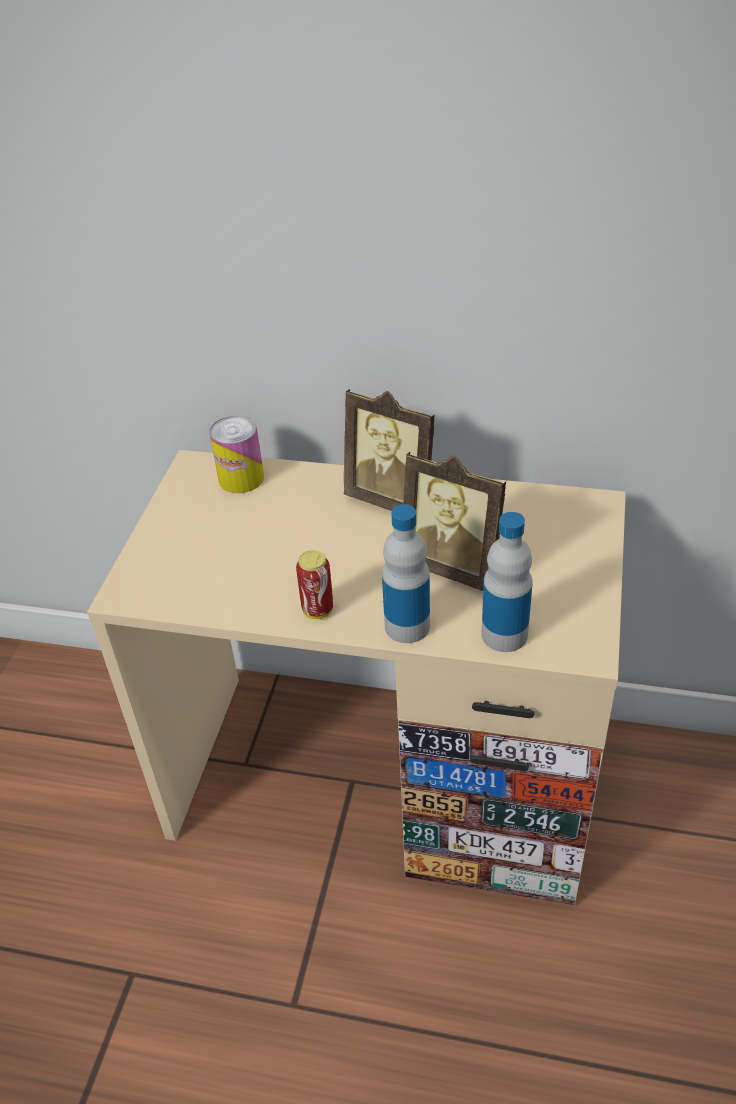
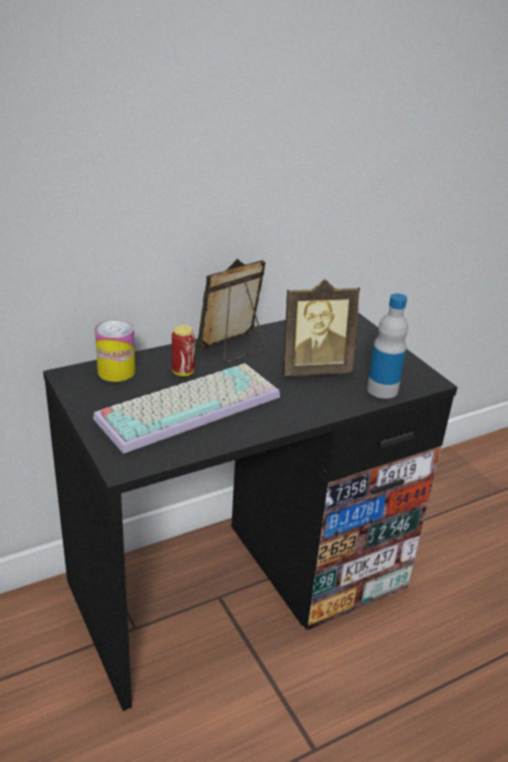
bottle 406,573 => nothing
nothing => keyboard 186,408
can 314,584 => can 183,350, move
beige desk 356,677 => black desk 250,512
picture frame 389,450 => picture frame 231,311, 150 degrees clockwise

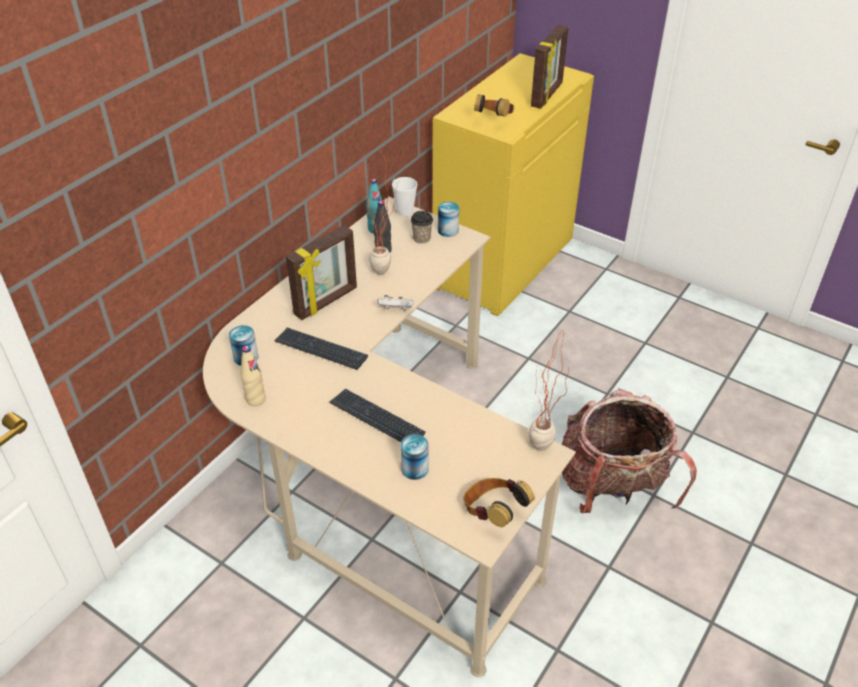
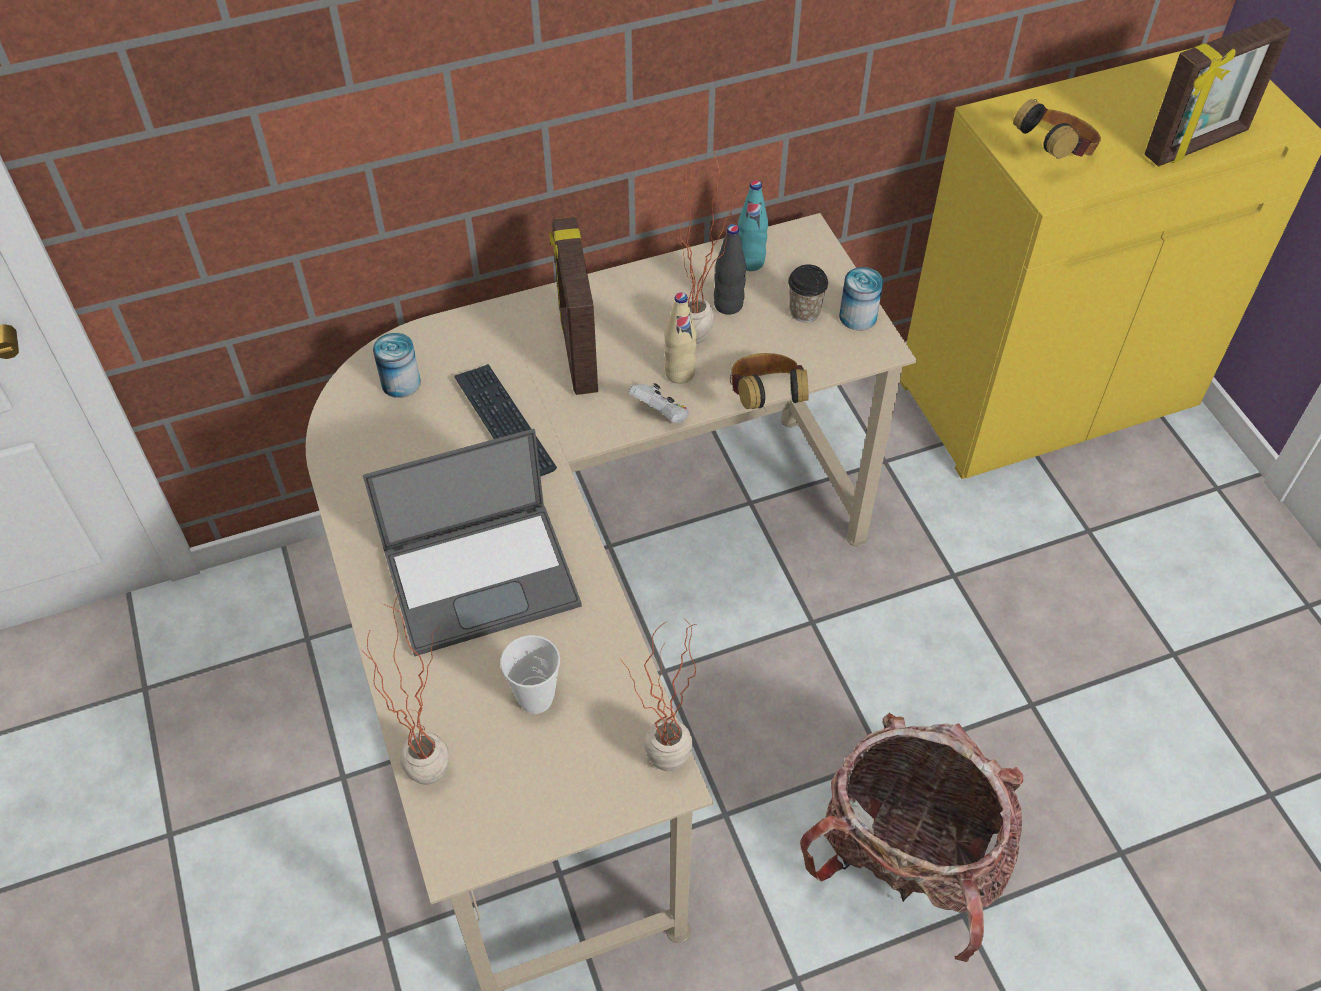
can 414,457 => nothing
nothing => potted plant 405,689
beige bottle 253,376 => beige bottle 680,338, move
cup 404,197 => cup 530,674, move
headphones 499,502 => headphones 769,381, move
keyboard 378,415 => laptop 472,543
picture frame 321,272 => picture frame 573,306, 90 degrees clockwise

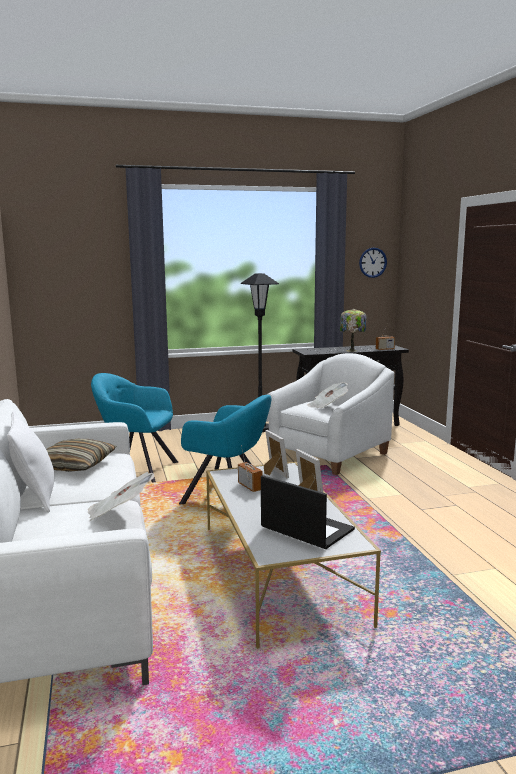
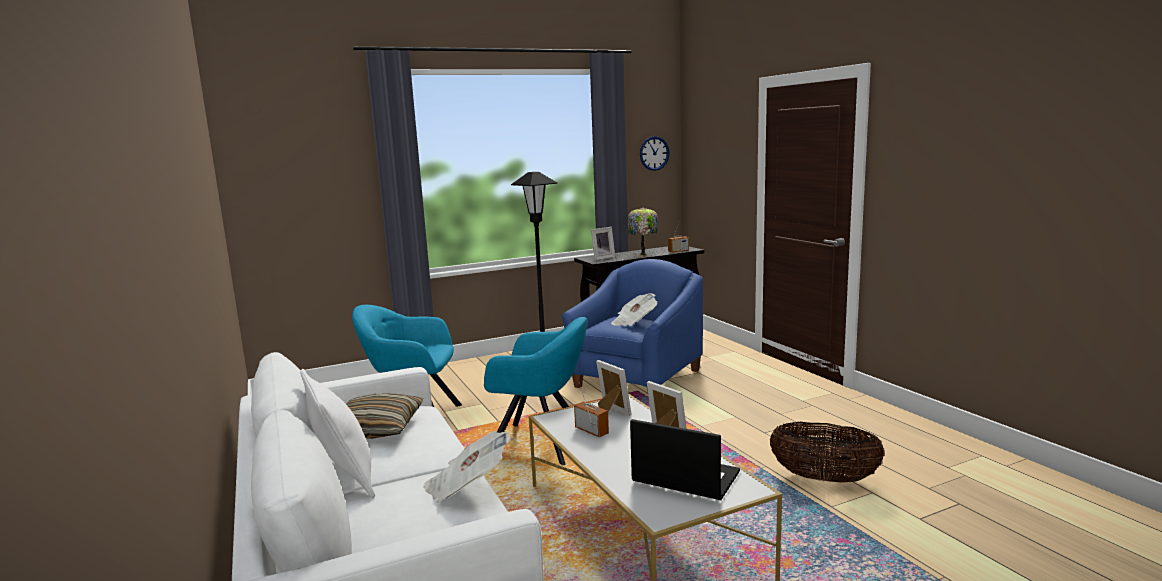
nothing => picture frame 603,243
nothing => basket 827,452
white armchair 330,414 => blue armchair 632,328

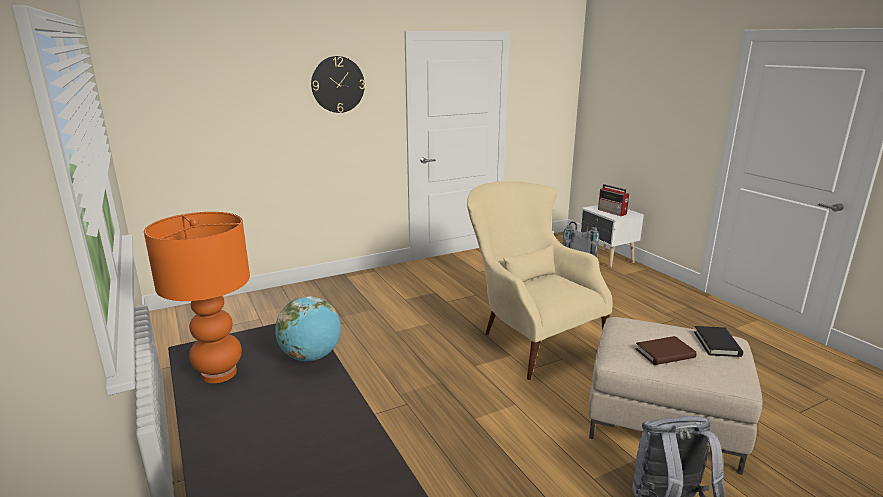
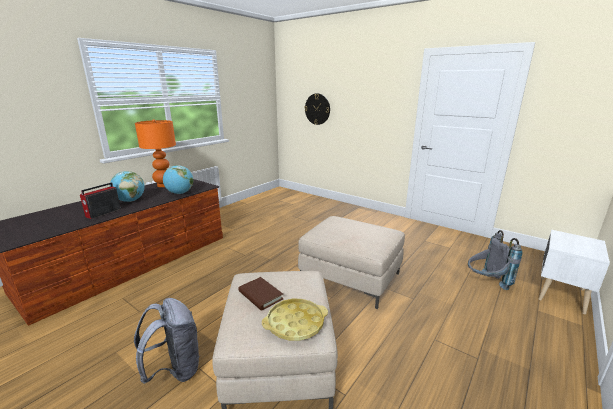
nothing => globe 127,186
wall clock 338,84 => wall clock 317,109, move
radio 613,200 => radio 100,200, move
beige armchair 540,280 => beige ottoman 351,262
black book 718,341 => yellow tray 295,320

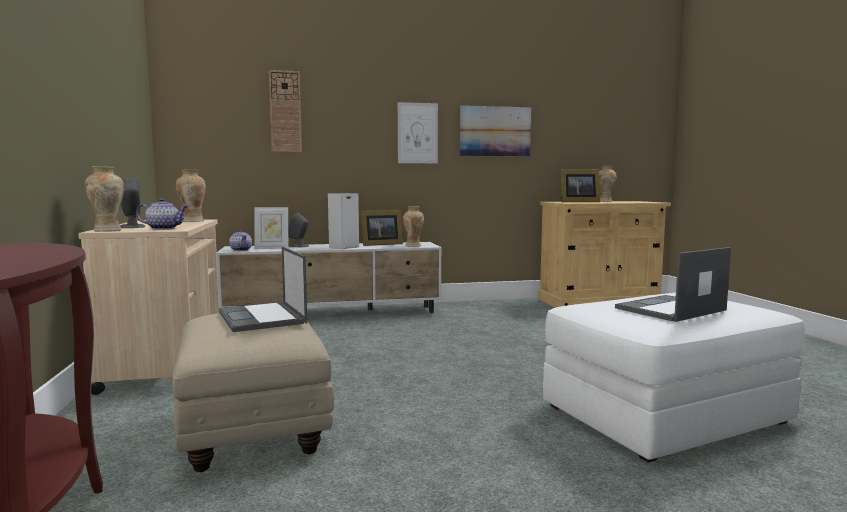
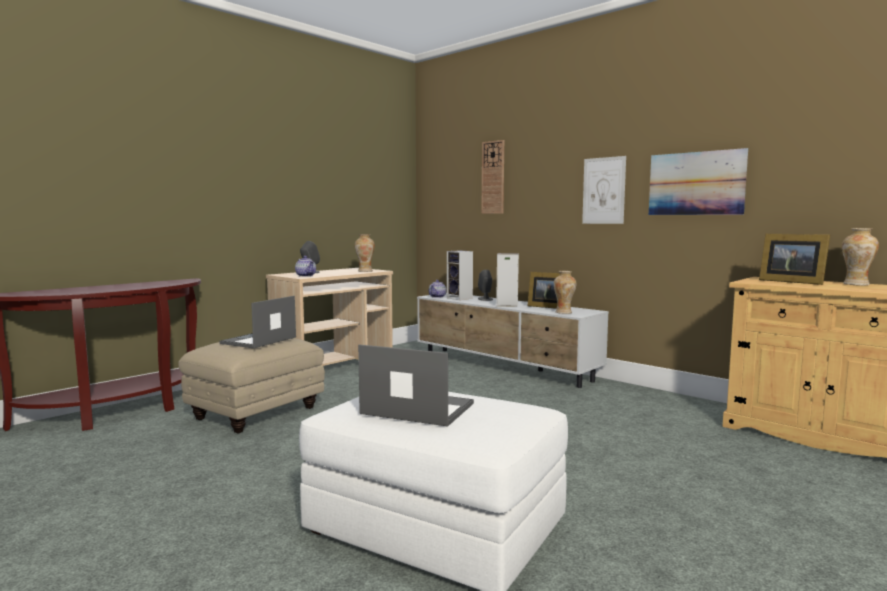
vase 104,199 => nothing
picture frame 271,228 => speaker 460,275

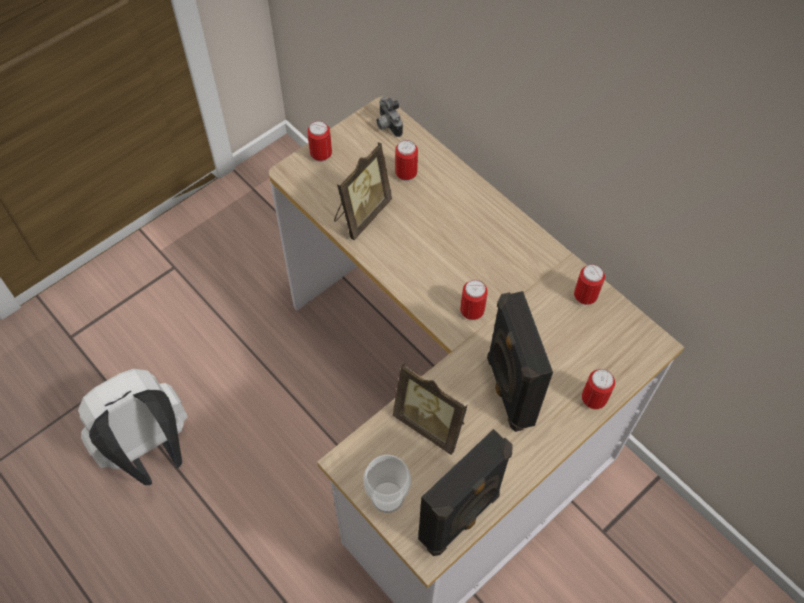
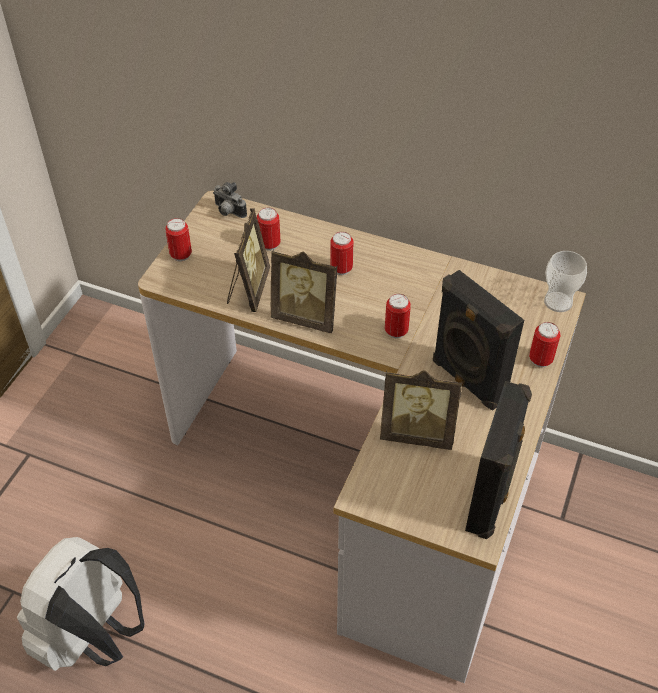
nothing => picture frame 304,291
cup 387,484 => cup 565,281, move
can 589,284 => can 341,253, move

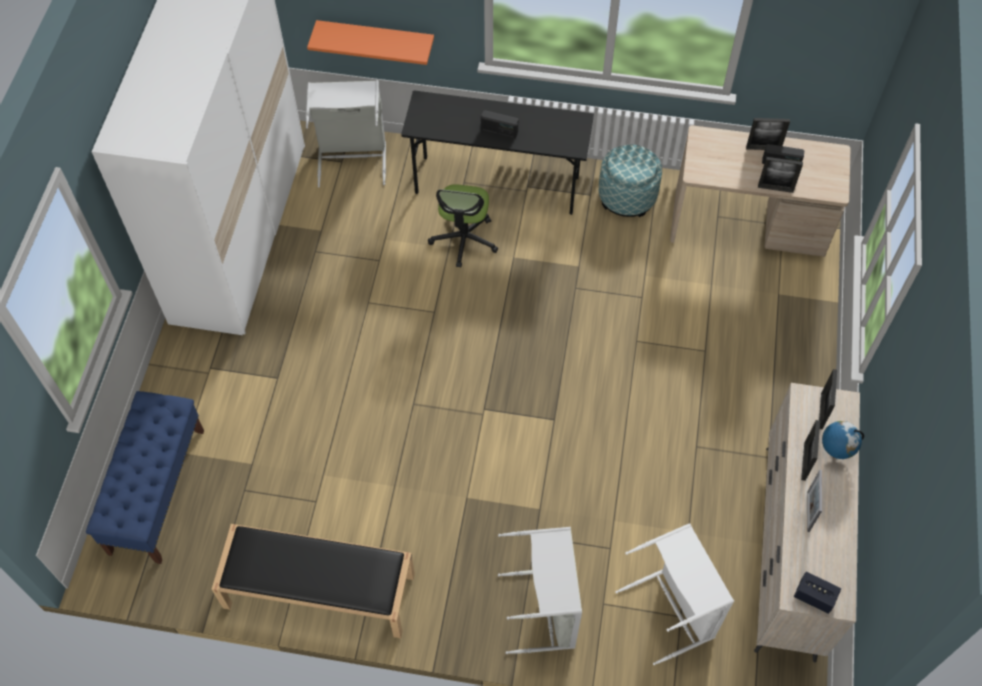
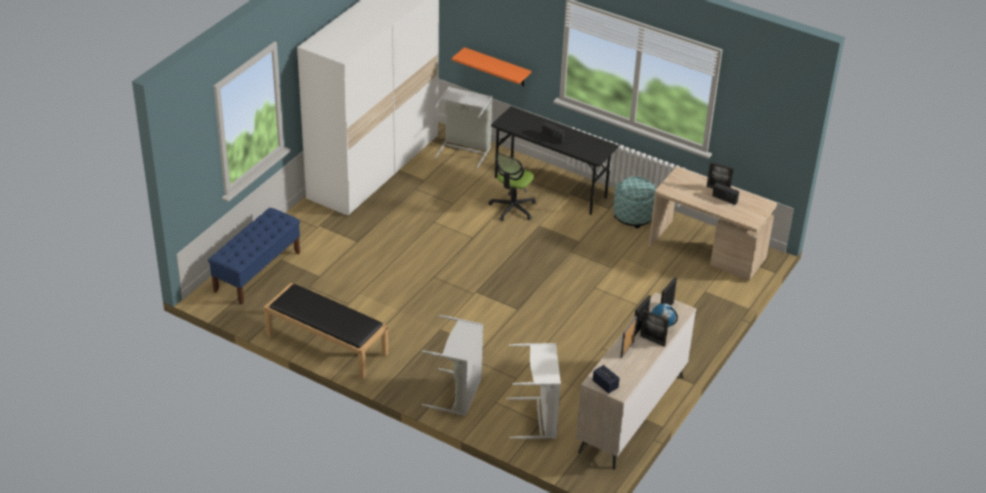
picture frame 780,175 => picture frame 654,328, move

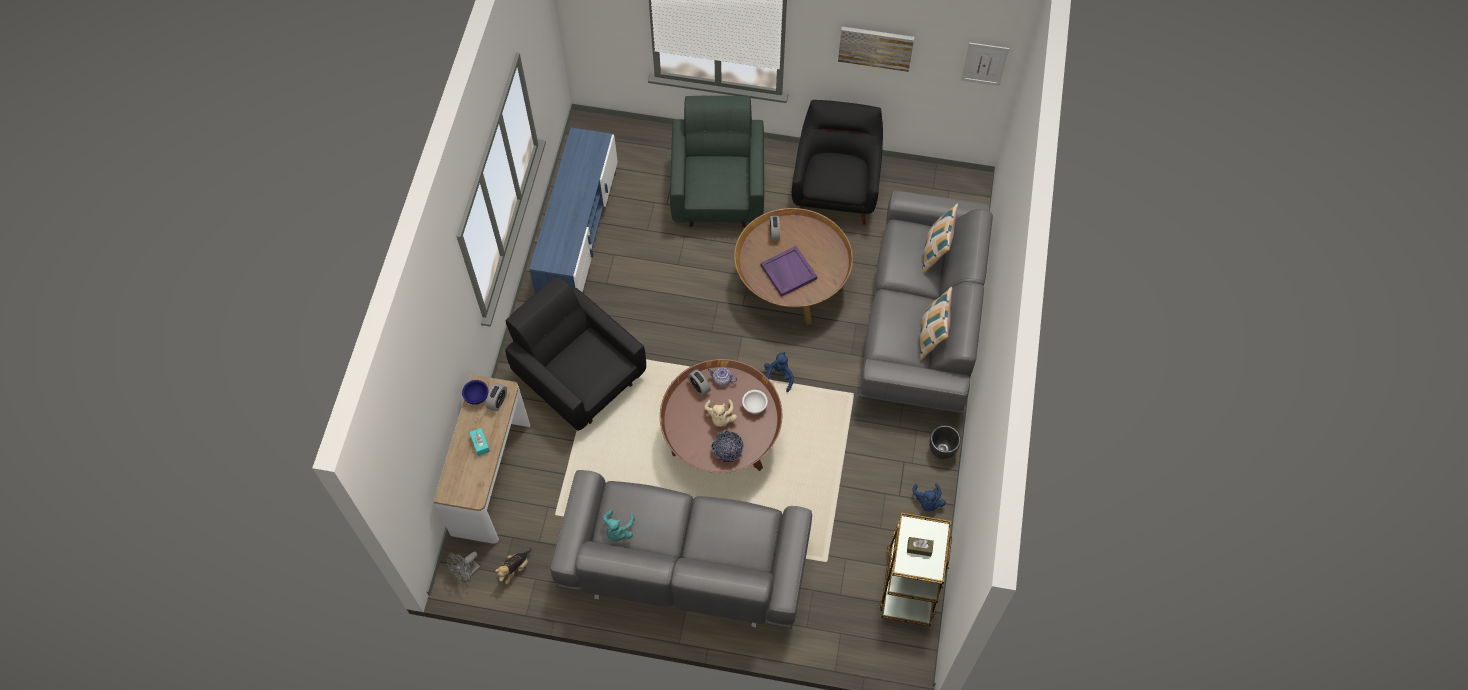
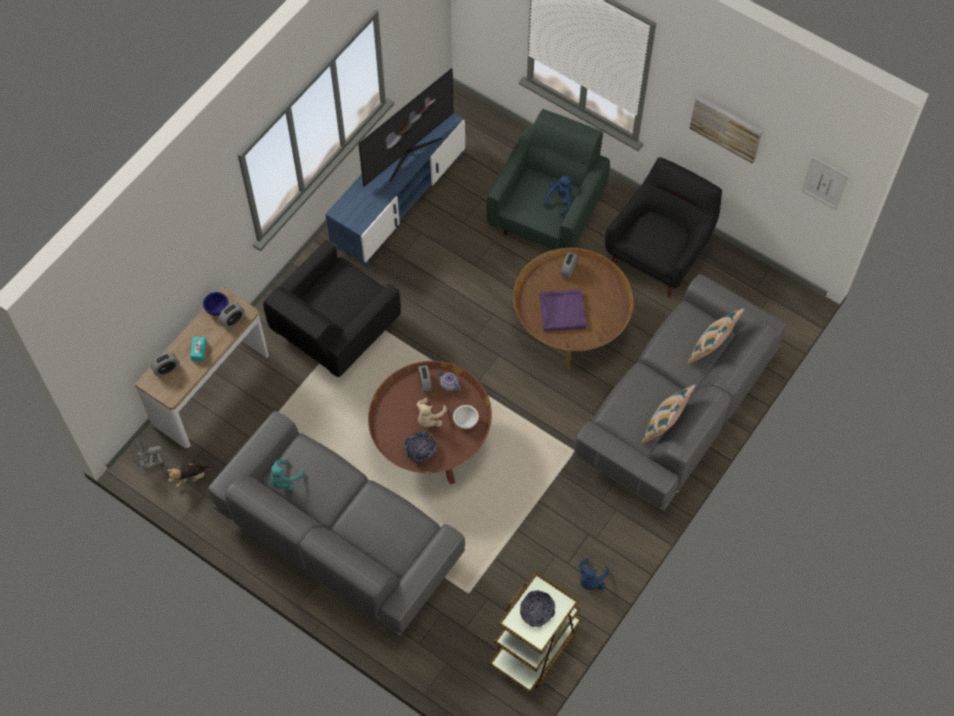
black planter 945,442 => nothing
nothing => alarm clock 165,364
nothing => television 406,127
blue plush toy 779,372 => blue plush toy 557,195, move
brown tissue box 920,546 => bowl 537,608
black armchair 575,353 => black armchair 332,308, 120 degrees counterclockwise

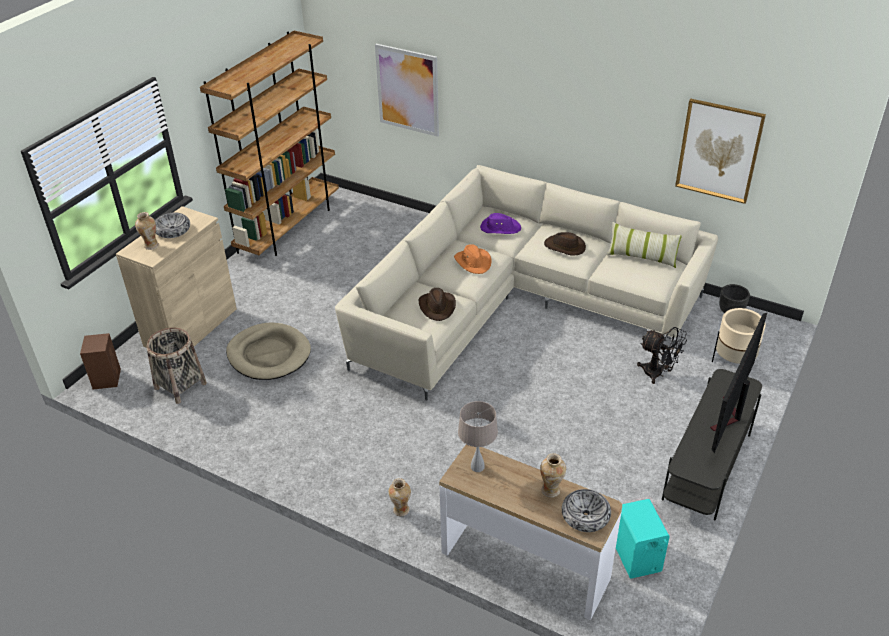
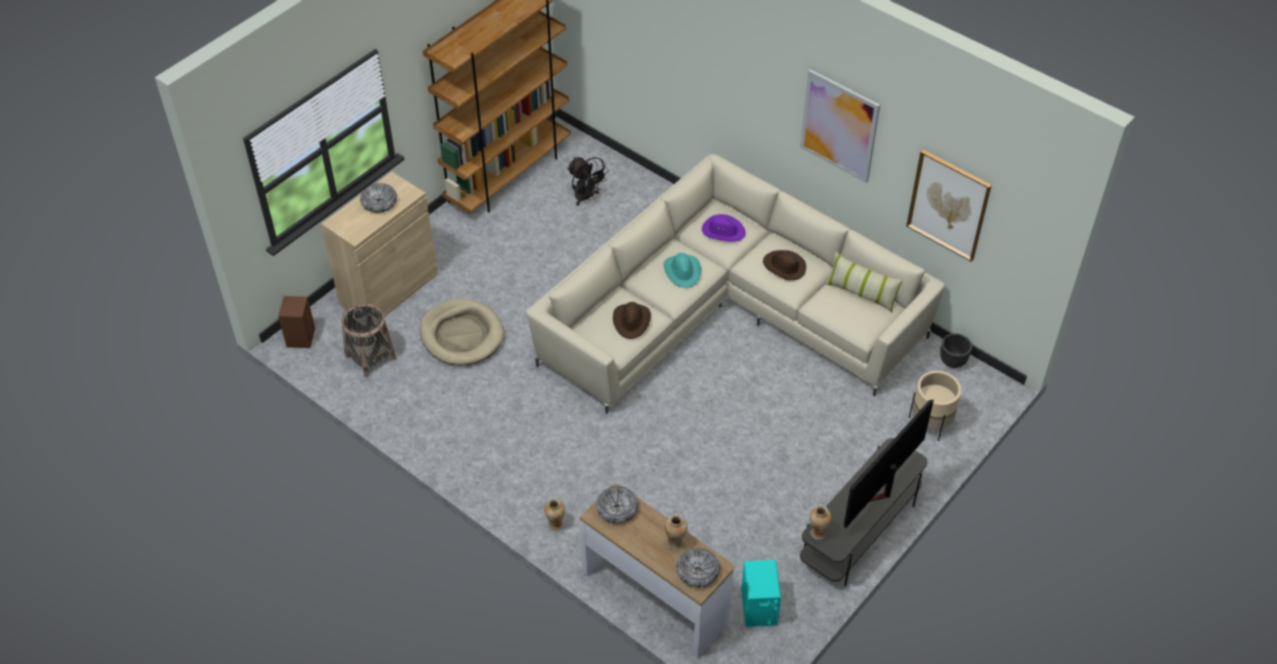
vase 147,231 => vase 820,522, move
picture 407,90 => picture 840,126, move
black fan 662,355 => black fan 588,181, move
beige table lamp 478,436 => bowl 617,505
orange hat 472,259 => turquoise hat 682,270

